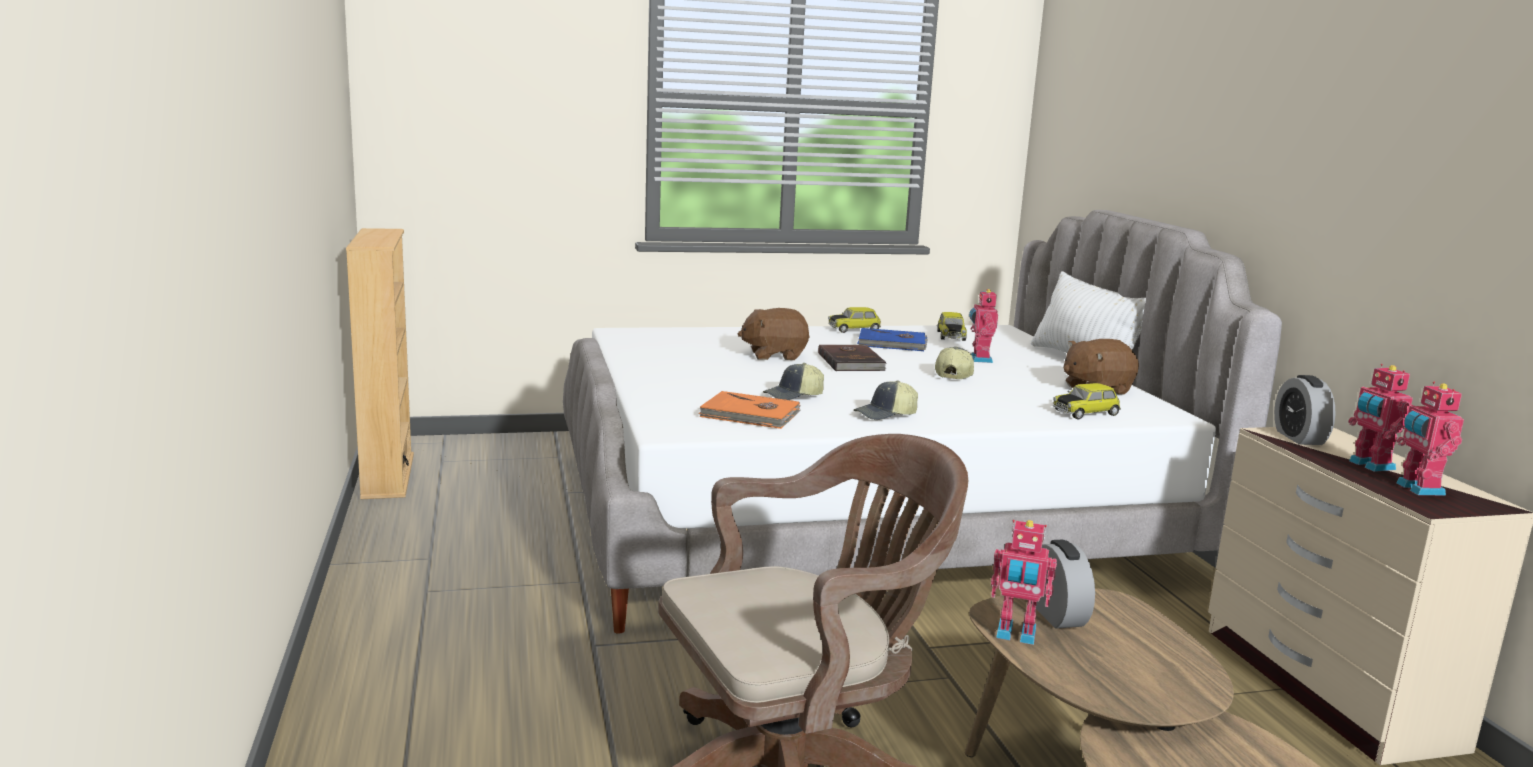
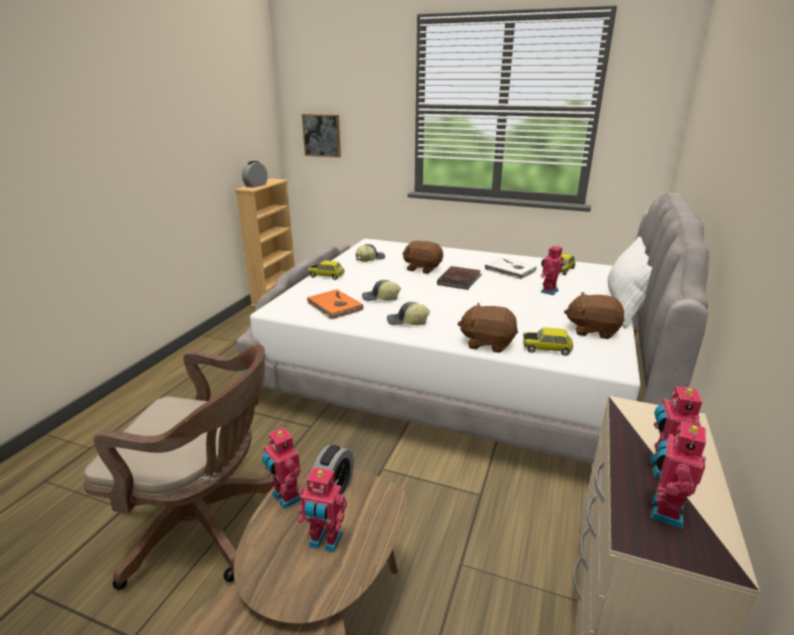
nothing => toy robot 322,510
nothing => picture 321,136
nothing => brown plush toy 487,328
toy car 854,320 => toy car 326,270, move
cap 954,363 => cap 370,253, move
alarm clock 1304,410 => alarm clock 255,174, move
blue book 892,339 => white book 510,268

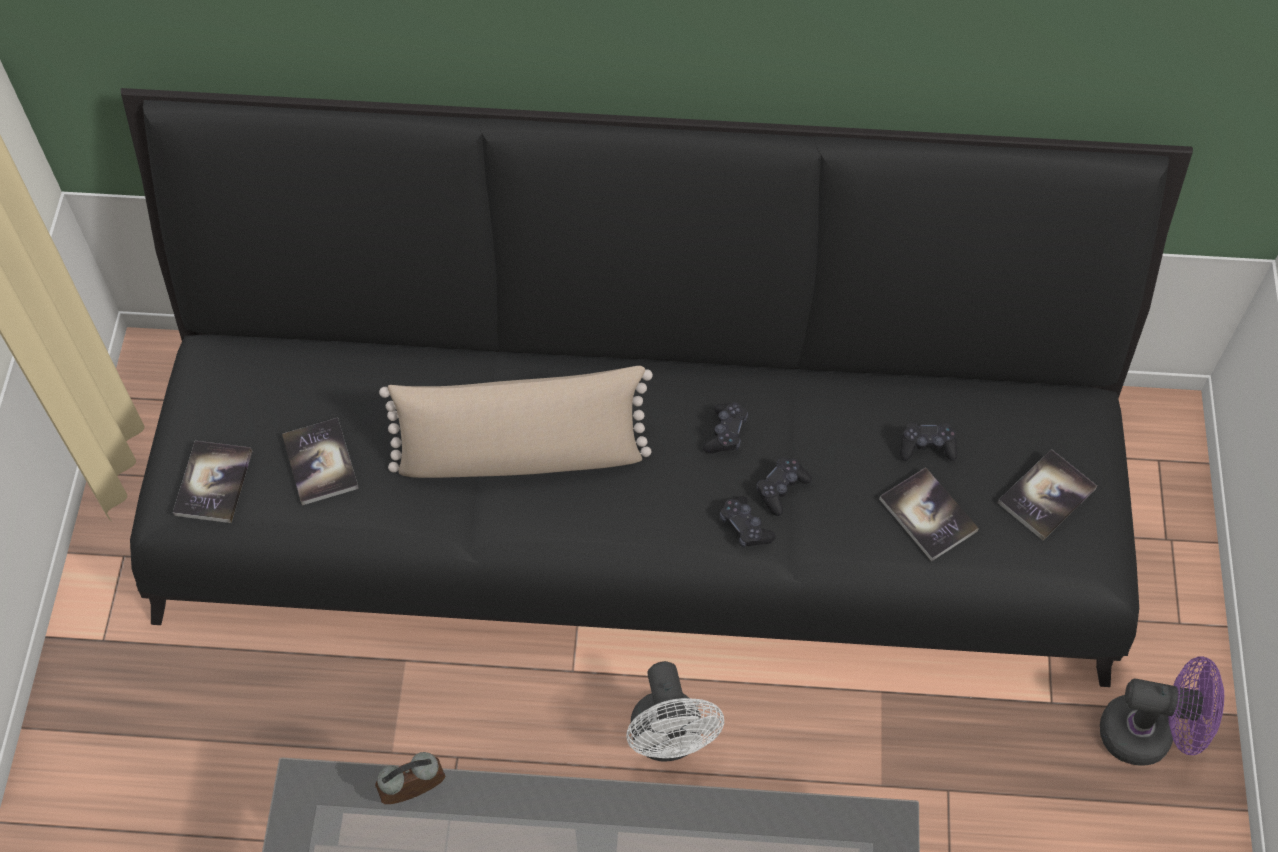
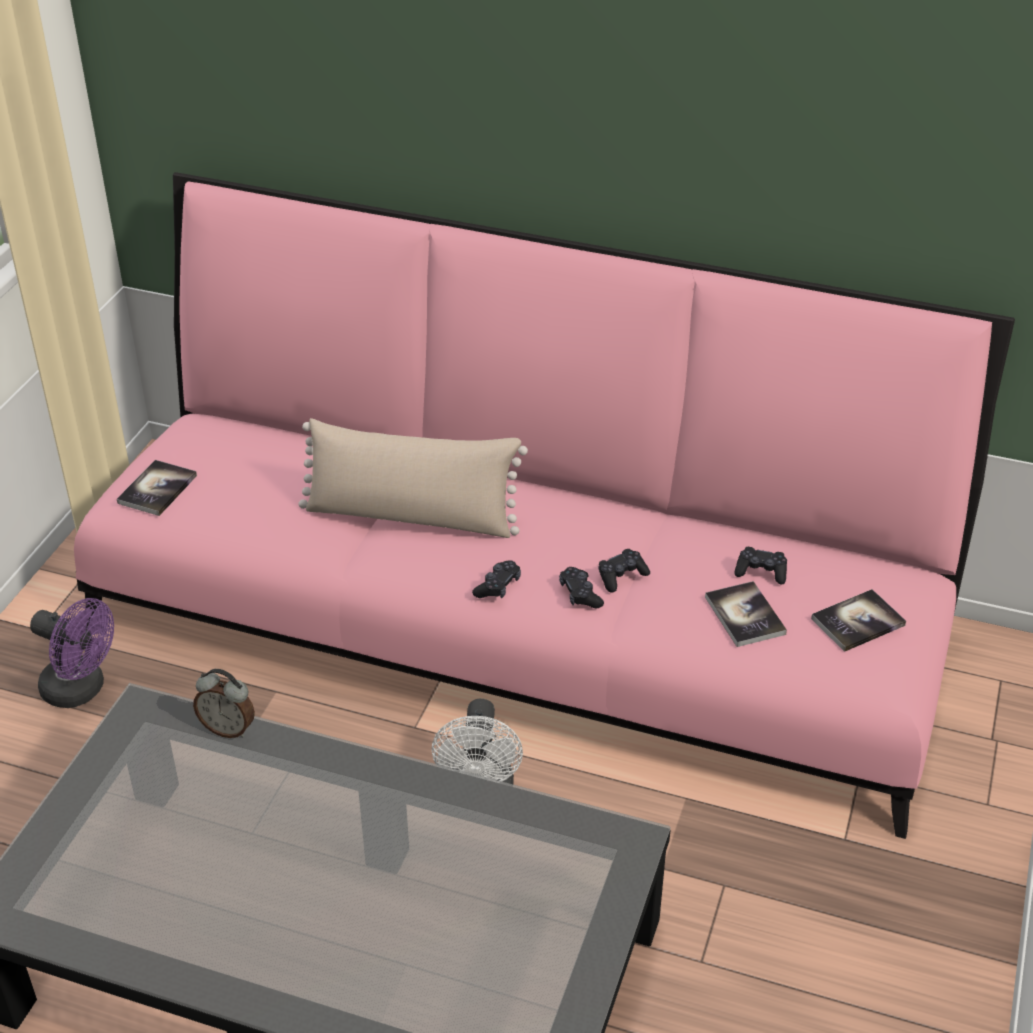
book 320,461 => nothing
black game controller 725,428 => black game controller 496,579, move
purple fan 1162,711 => purple fan 72,653, move
black sofa 656,387 => pink sofa 544,505
alarm clock 410,778 => alarm clock 224,703, 150 degrees counterclockwise

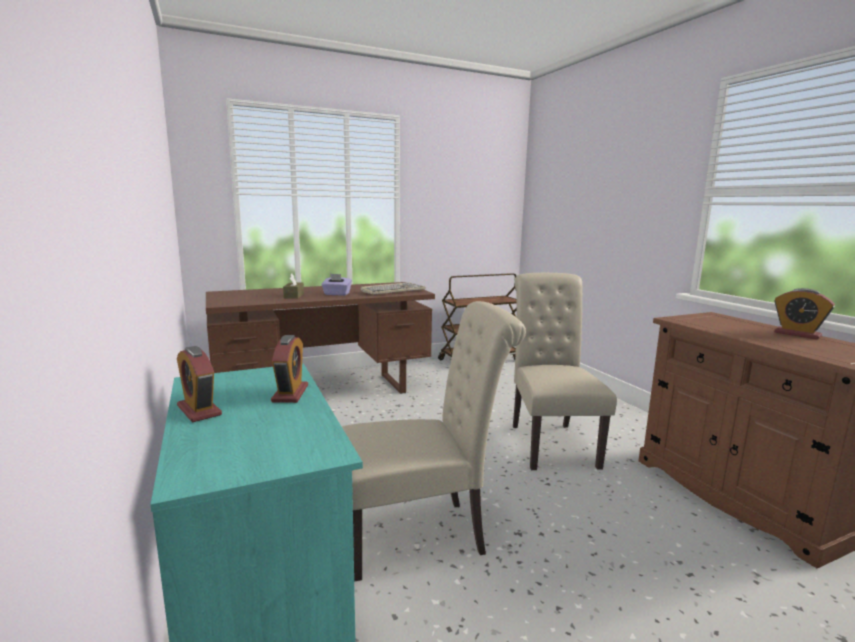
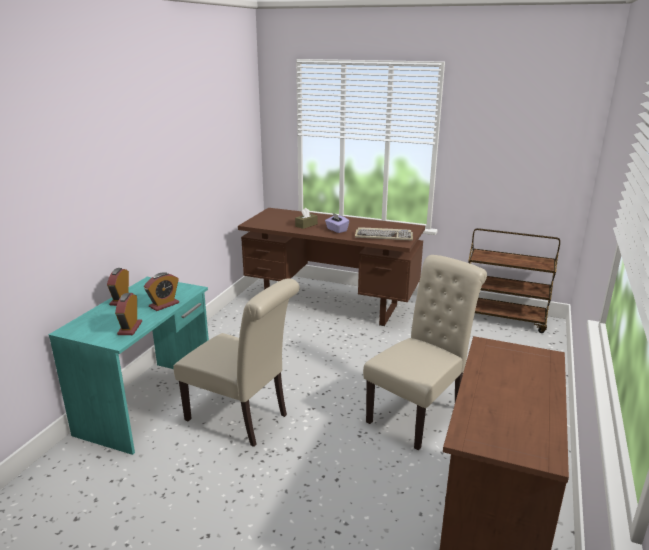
alarm clock 804,313 => alarm clock 128,314, move

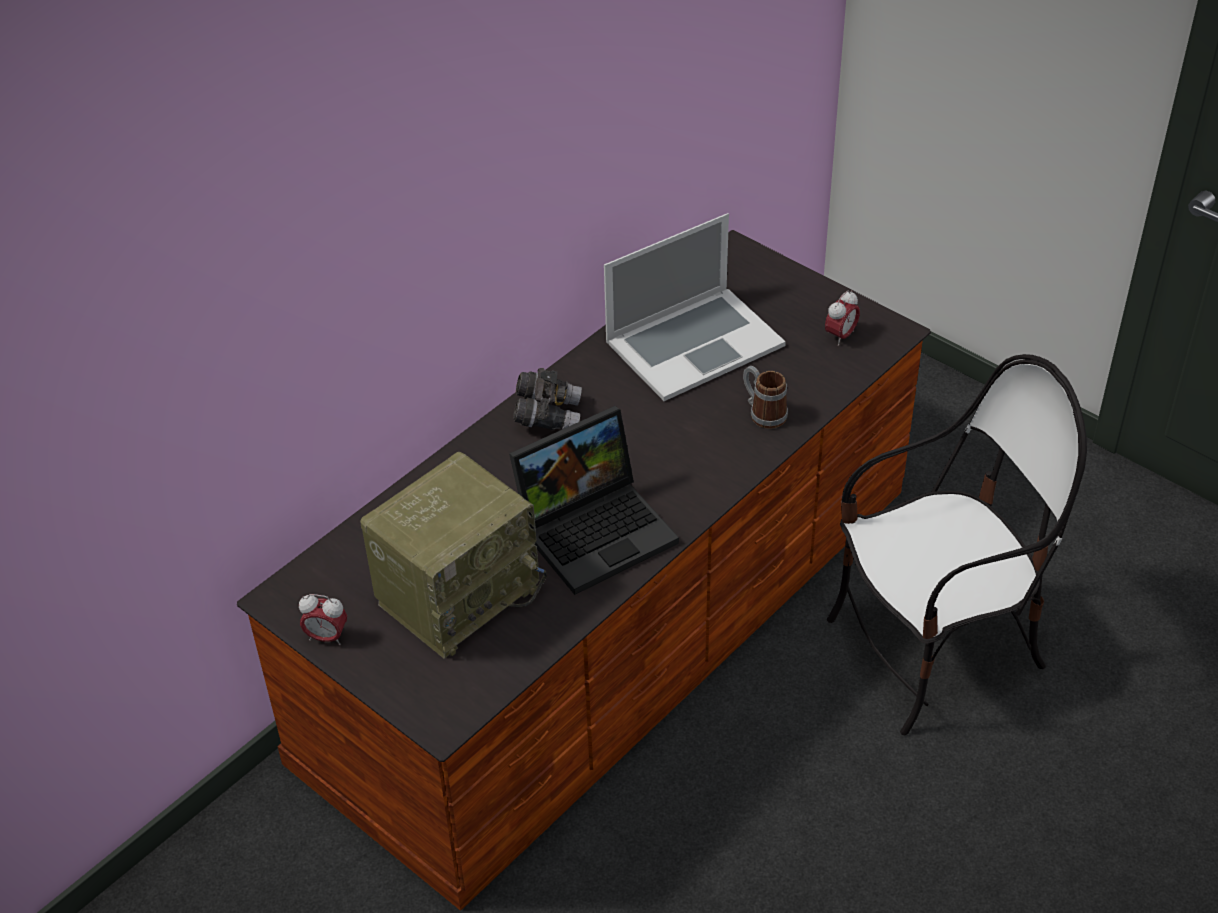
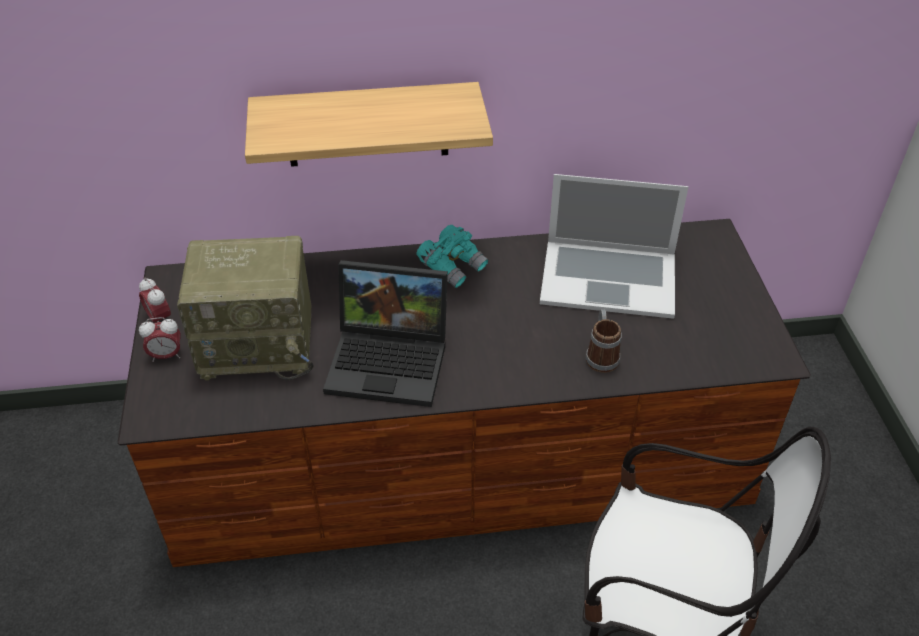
nothing => shelf 369,124
alarm clock 842,318 => alarm clock 160,339, move
grey binoculars 547,399 => turquoise binoculars 452,256

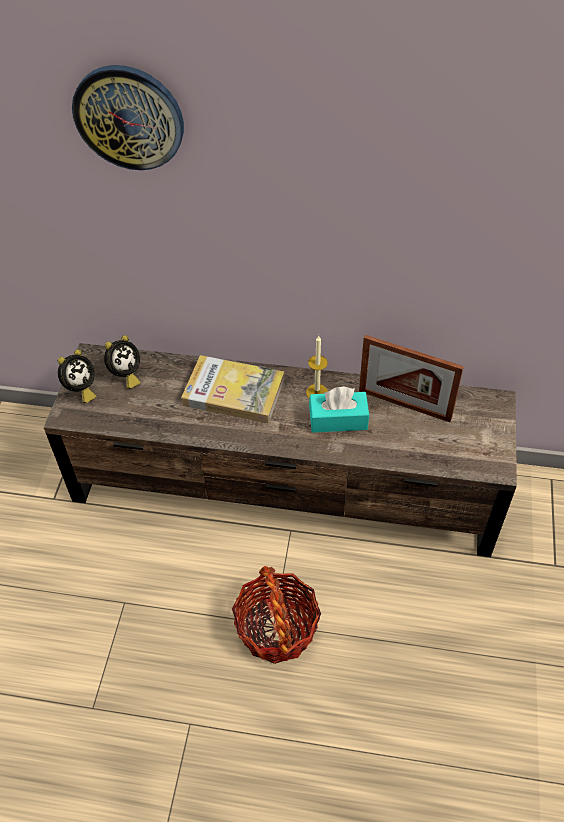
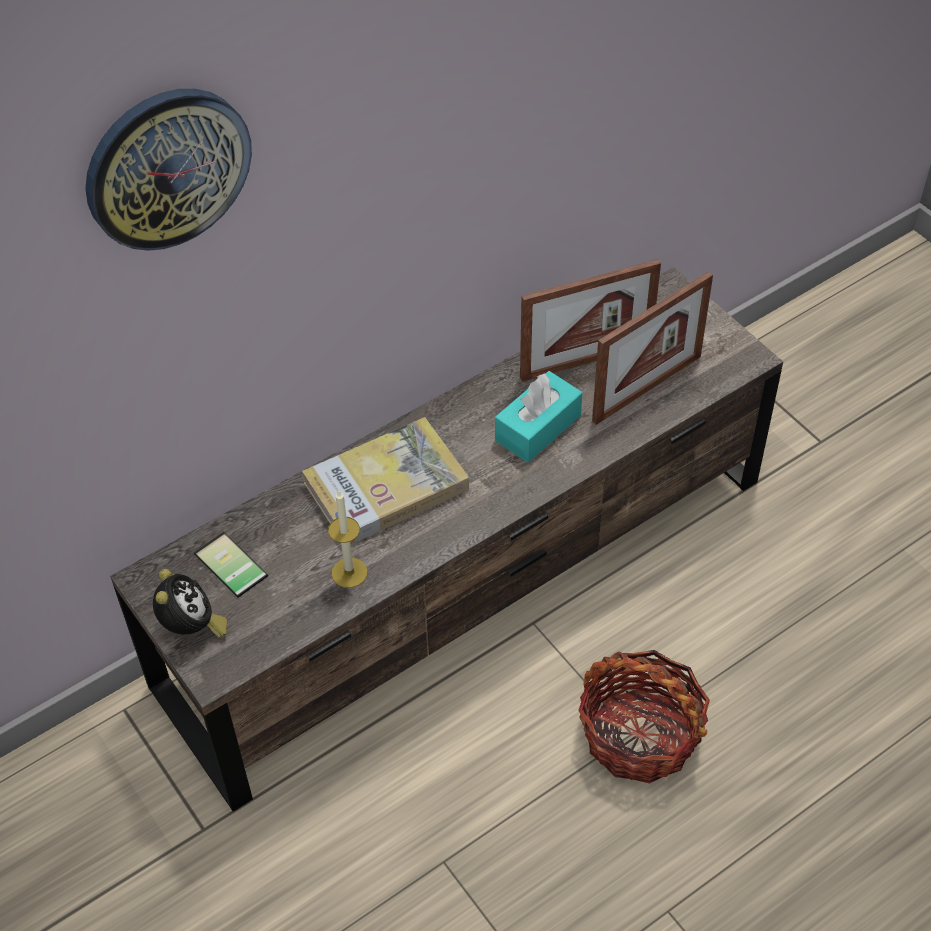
nothing => picture frame 652,348
candle 317,367 => candle 348,539, move
alarm clock 122,362 => phone 231,565

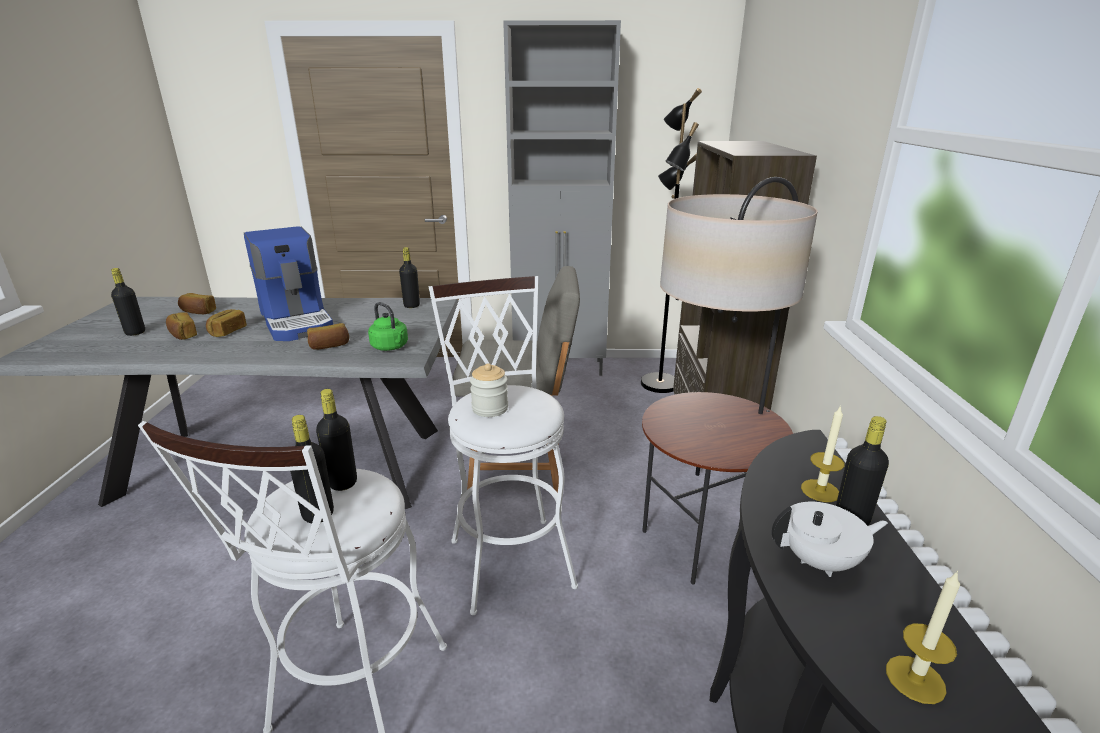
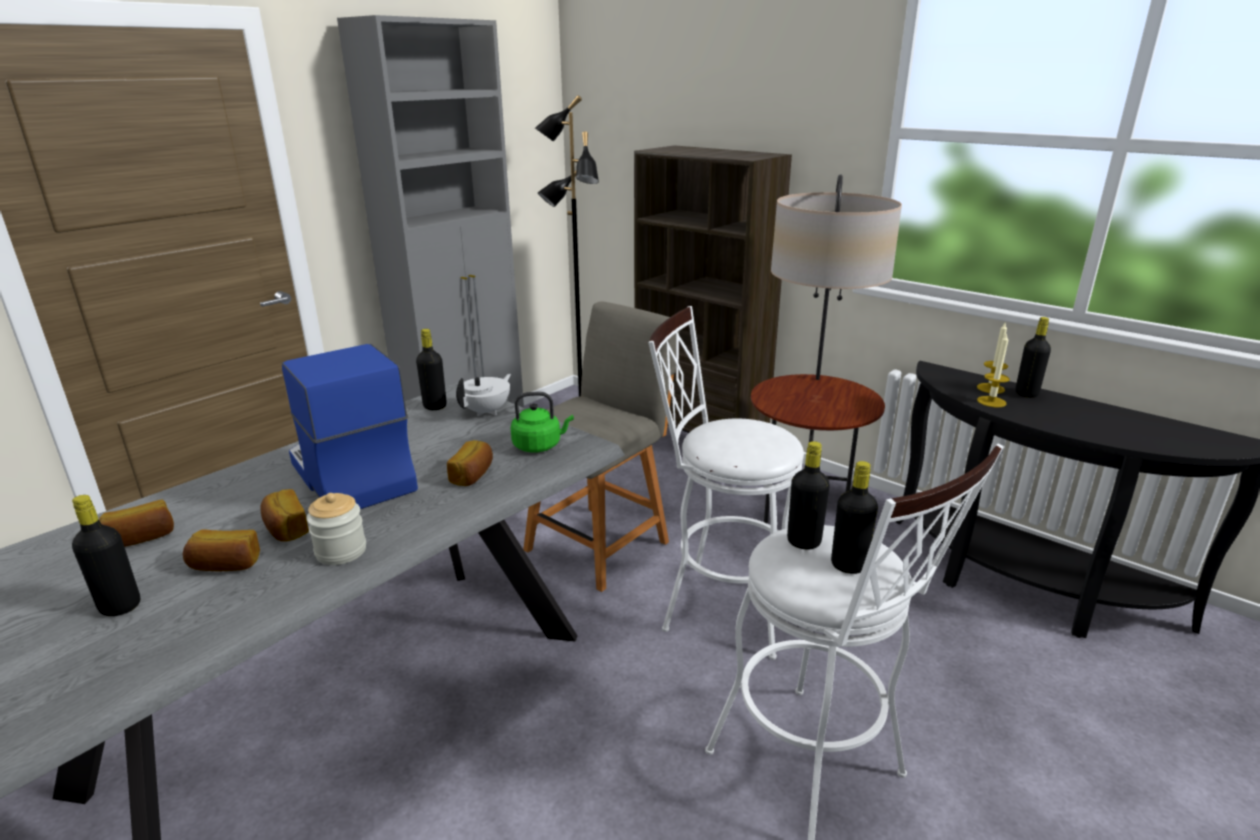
jar 489,390 => jar 336,529, move
white teapot 830,539 => white teapot 483,395, move
candle 923,637 => candle 993,370, move
coffee machine 288,283 => coffee machine 349,426, 135 degrees counterclockwise

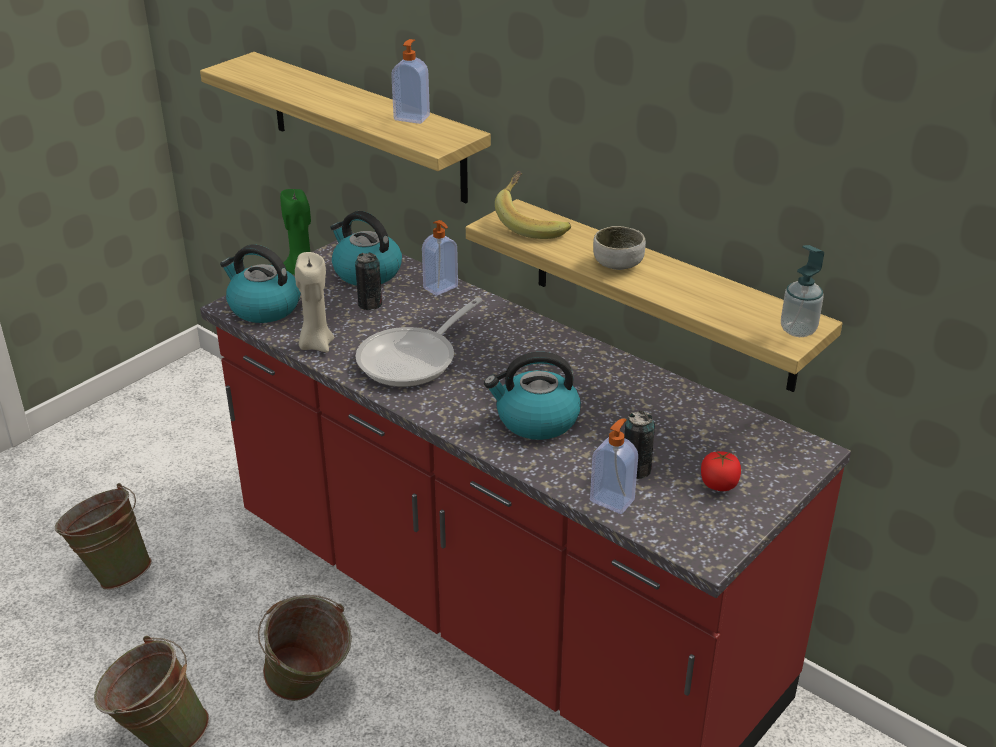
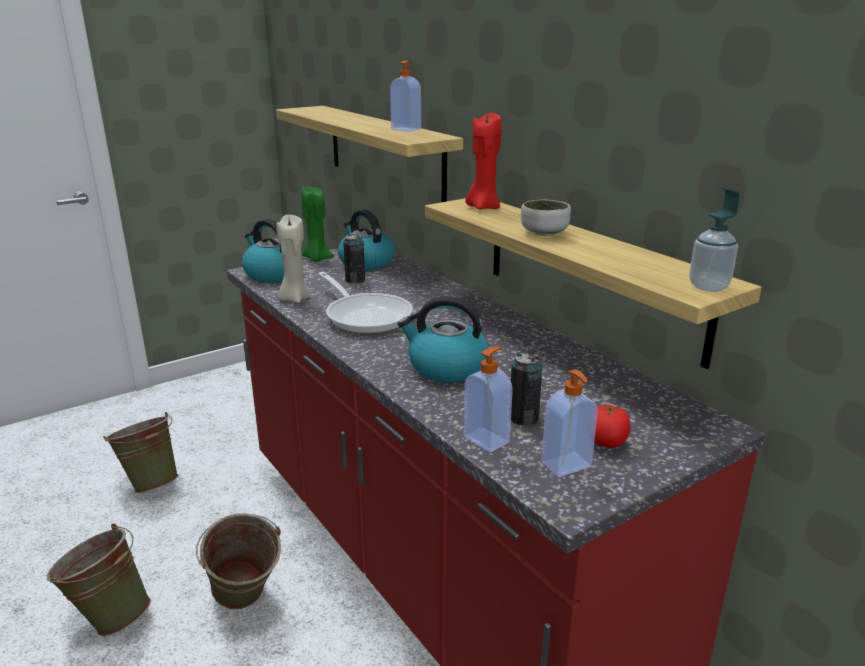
soap dispenser 440,258 => soap dispenser 569,423, move
banana 533,205 => red candle 483,160
frying pan 419,342 => frying pan 365,303, 90 degrees counterclockwise

